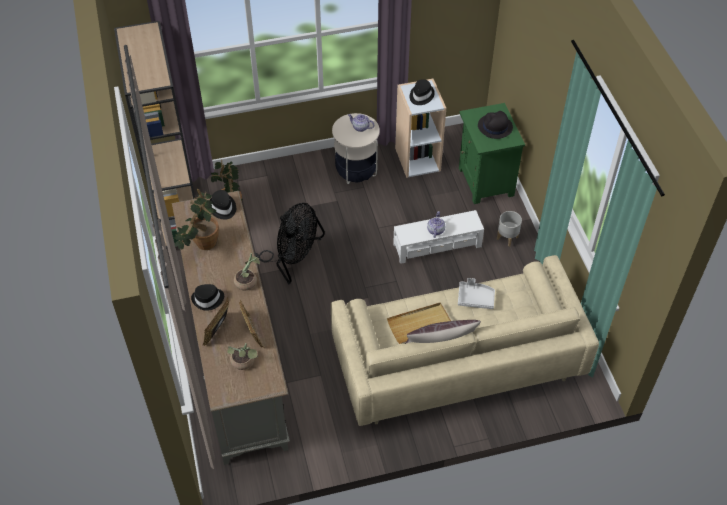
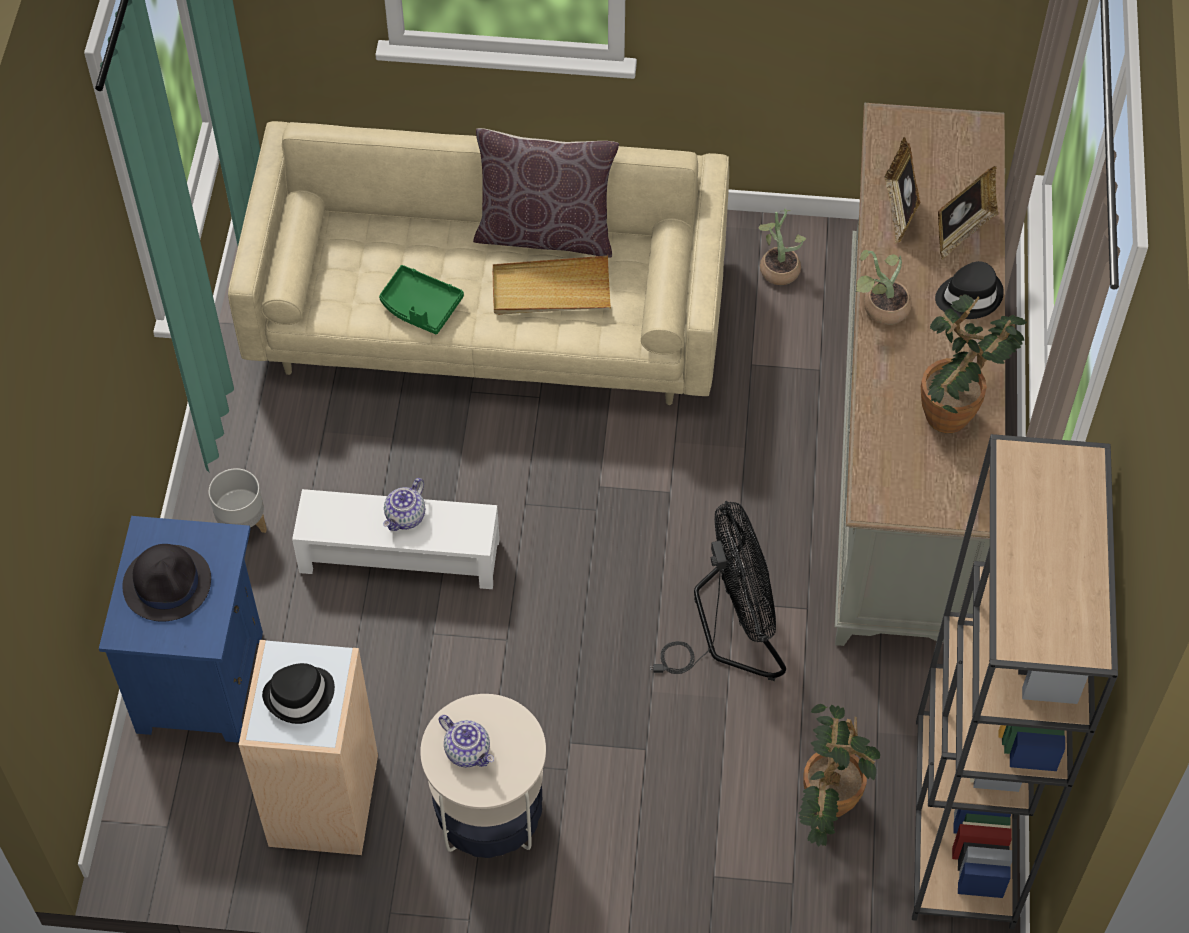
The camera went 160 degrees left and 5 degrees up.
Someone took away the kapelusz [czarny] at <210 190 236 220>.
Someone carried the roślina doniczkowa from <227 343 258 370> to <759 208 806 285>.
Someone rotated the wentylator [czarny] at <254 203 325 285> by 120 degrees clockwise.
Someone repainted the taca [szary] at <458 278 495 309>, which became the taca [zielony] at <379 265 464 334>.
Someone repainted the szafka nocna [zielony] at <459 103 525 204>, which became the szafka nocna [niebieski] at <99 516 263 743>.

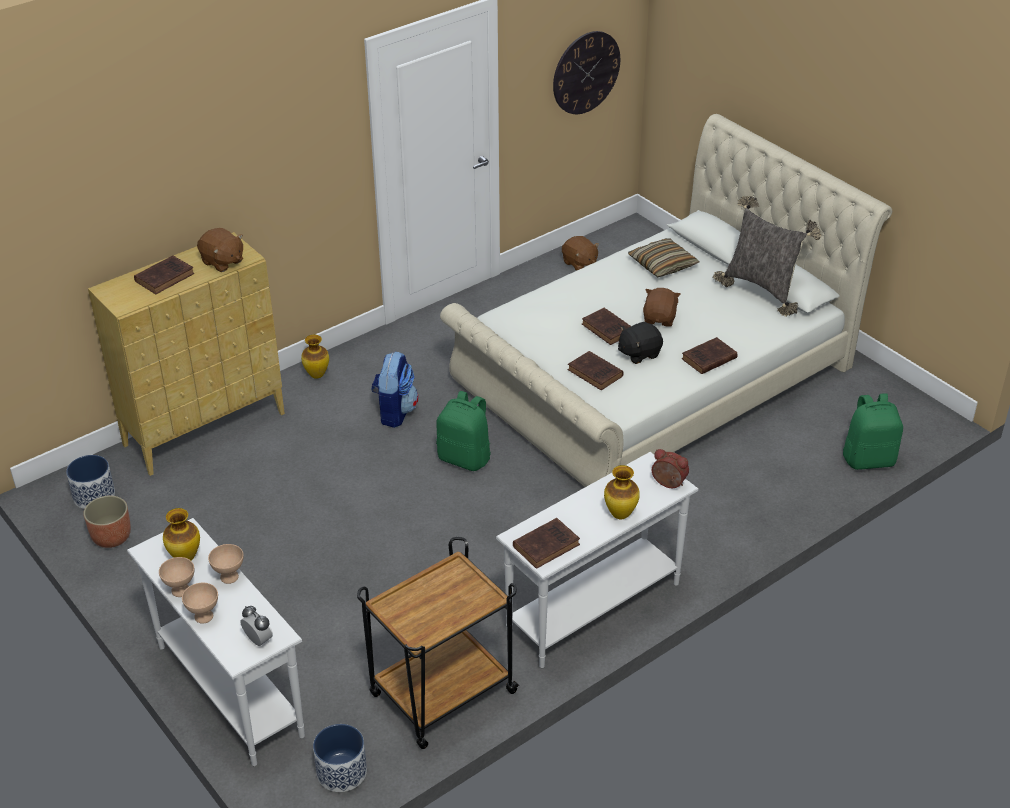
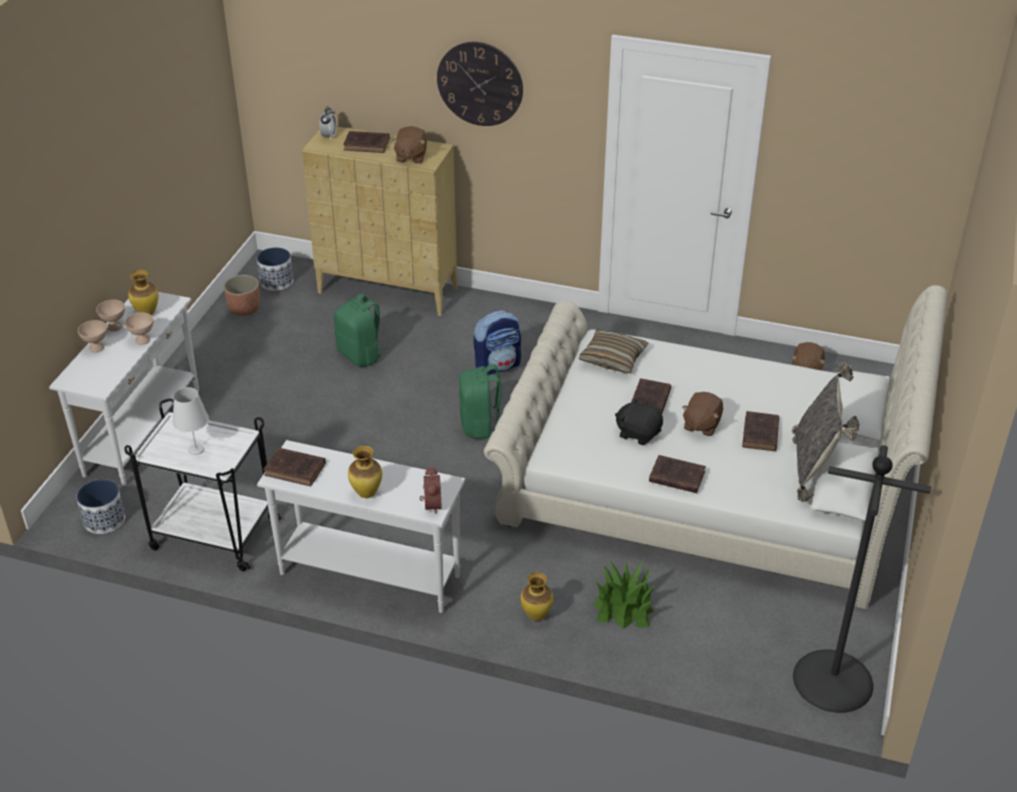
The camera went 55 degrees right and 0 degrees up.
Someone carried the budzik from <241 606 273 646> to <319 106 337 140>.
Someone carried the wazon from <301 335 329 379> to <521 572 553 621>.
Someone repainted the wózek [brązowy] at <357 537 520 749>, which became the wózek [biały] at <124 399 281 571>.
Someone carried the zegar ścienny from <553 31 620 114> to <437 42 523 126>.
Someone carried the książka [brązowy] from <568 351 624 390> to <742 411 779 451>.
Someone carried the poduszka from <628 238 700 277> to <579 329 649 373>.
Someone rotated the pluszak [brązowy] at <643 288 681 327> by 135 degrees clockwise.
Someone carried the plecak [zielony] from <843 393 903 470> to <334 293 388 367>.
Someone put down the lampa stołowa [biały] at <173 387 209 455>.
Someone put down the roślina doniczkowa at <593 560 657 629>.
Someone put down the wieszak [czarny] at <793 445 931 713>.

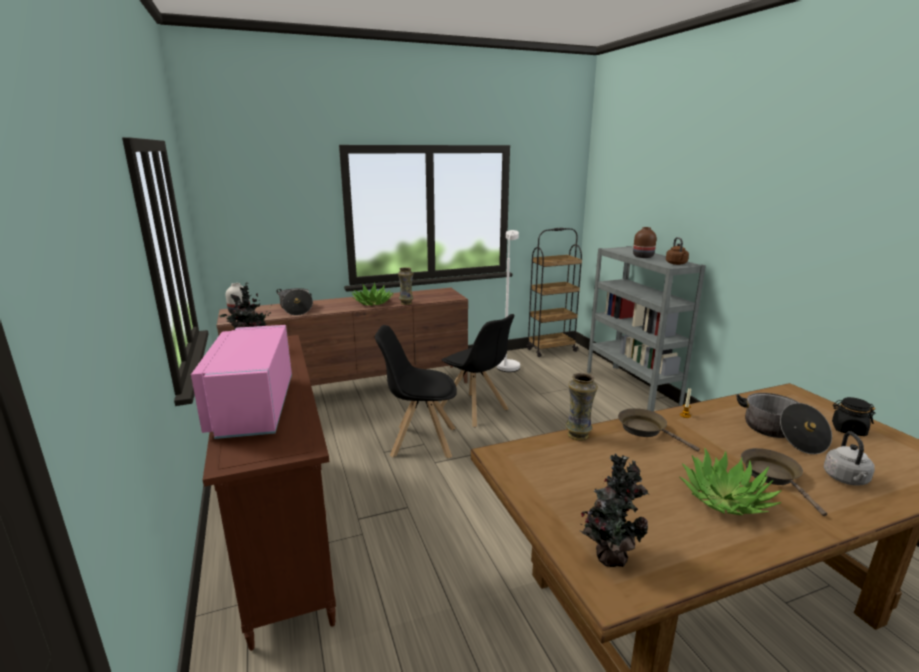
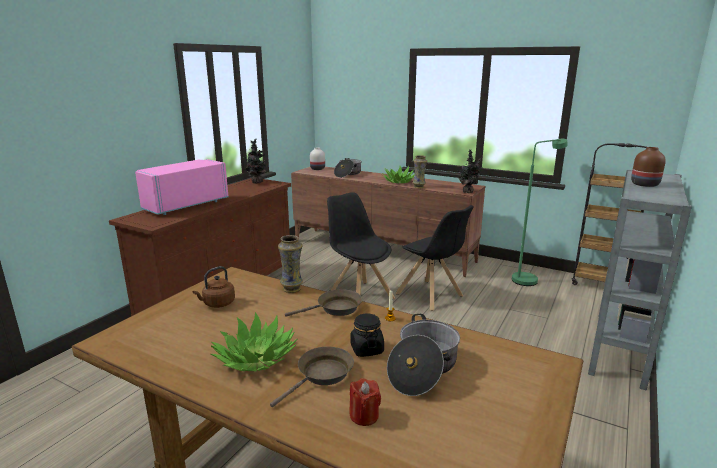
The camera went 50 degrees right and 0 degrees up.
Someone rotated the krzesło [czarny] at <437 314 514 427> by 45 degrees counterclockwise.
Someone repainted the lampa stojąca [biały] at <496 230 520 372>, which became the lampa stojąca [zielony] at <512 139 568 286>.
Someone carried the roślina doniczkowa from <580 453 648 567> to <457 149 482 193>.
Someone rotated the patelnia [brązowy] at <618 408 700 451> by 60 degrees clockwise.
Someone carried the czajnik [brązowy] from <666 237 689 265> to <192 266 235 308>.
Someone swapped the czajnik [szary] at <824 431 875 486> for the świeca [czerwony] at <349 378 381 426>.
Someone carried the słoik [czarny] from <832 397 875 436> to <350 313 384 357>.

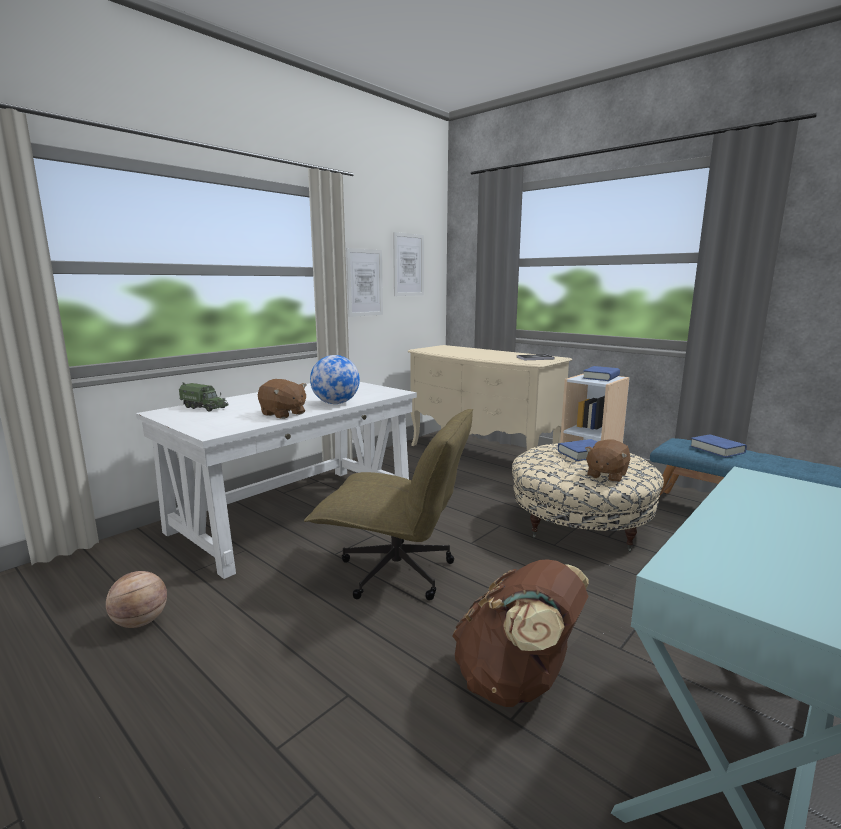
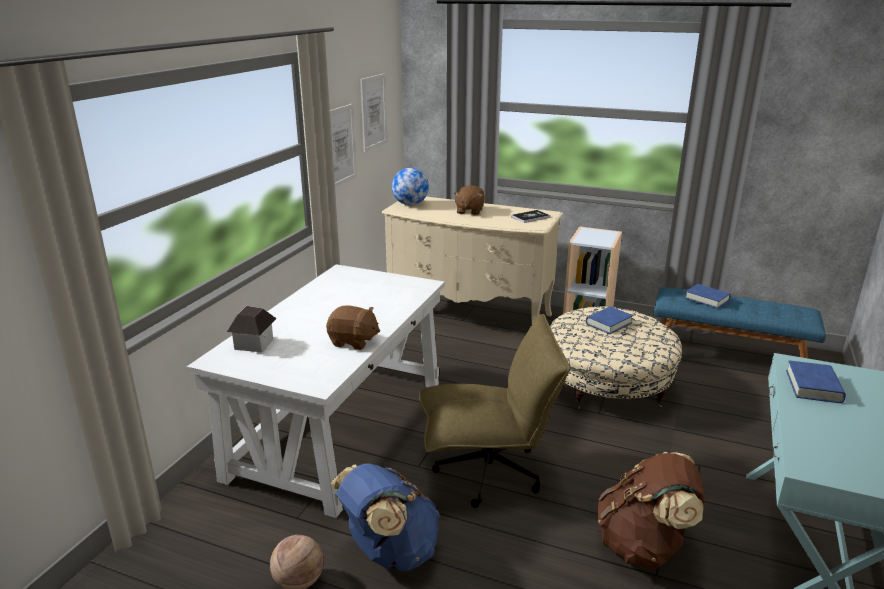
The camera went 20 degrees left and 10 degrees up.
Someone swapped the ciężarówka zabawkowa at <179 382 228 412> for the domek at <227 306 277 352>.
Someone carried the globus from <310 355 360 404> to <392 168 429 206>.
Someone carried the książka [niebieski] from <583 366 620 381> to <786 360 846 403>.
Someone carried the pluszak [brązowy] from <585 439 630 483> to <454 185 485 215>.
Someone put down the plecak [niebieski] at <330 463 440 571>.

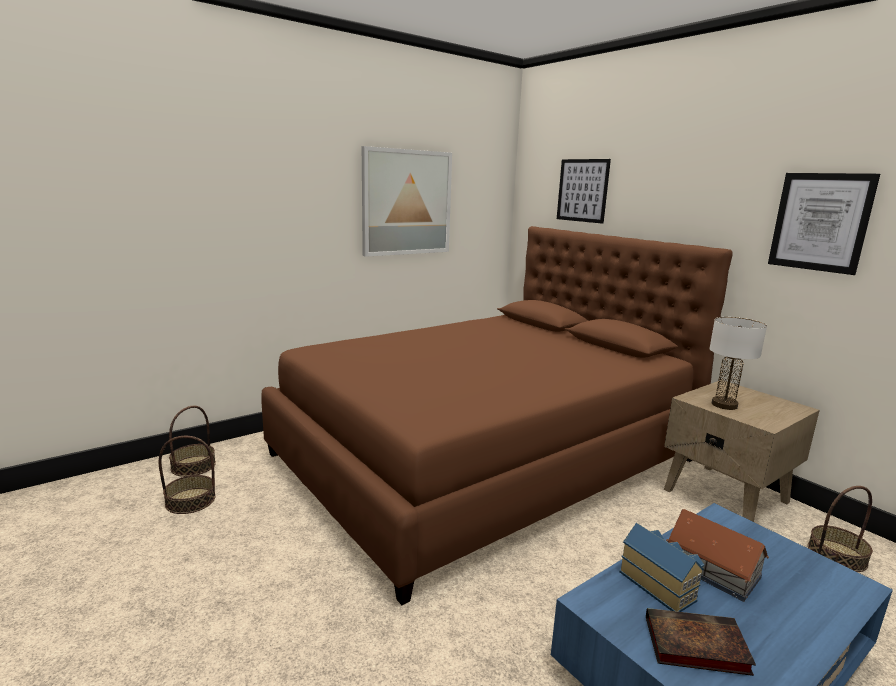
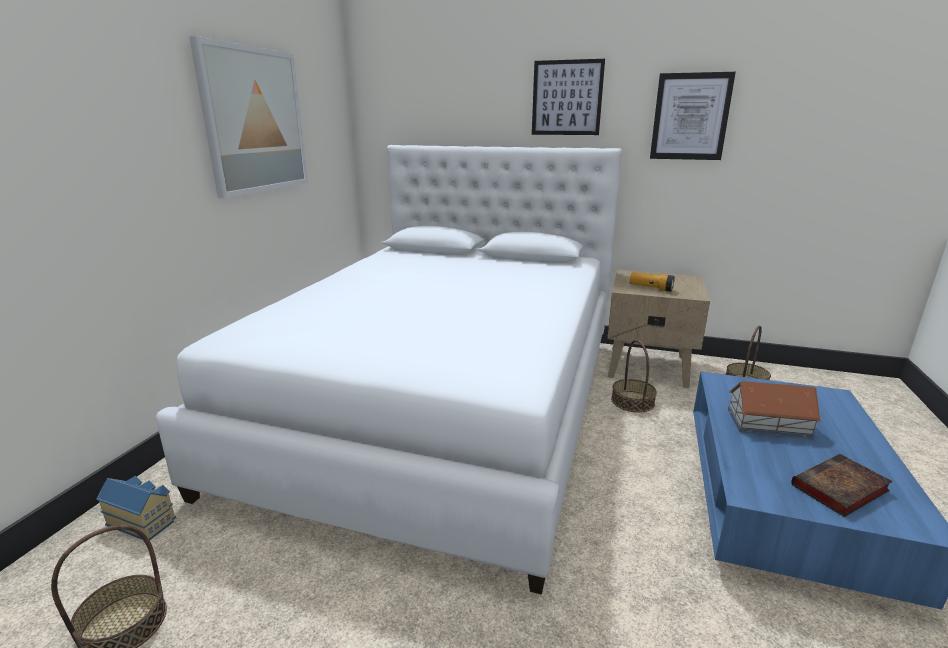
The camera went 35 degrees left and 5 degrees up.
Someone carried the koszyk from <169 406 216 477> to <611 340 657 413>.
Someone repainted the łóżko [brązowy] at <261 226 733 605>, which became the łóżko [biały] at <156 145 622 595>.
Someone carried the obraz from <557 159 611 224> to <532 59 605 135>.
Someone carried the domek from <619 523 704 612> to <96 476 176 540>.
Someone swapped the lampa stołowa at <710 317 767 410> for the latarka at <630 272 675 292>.

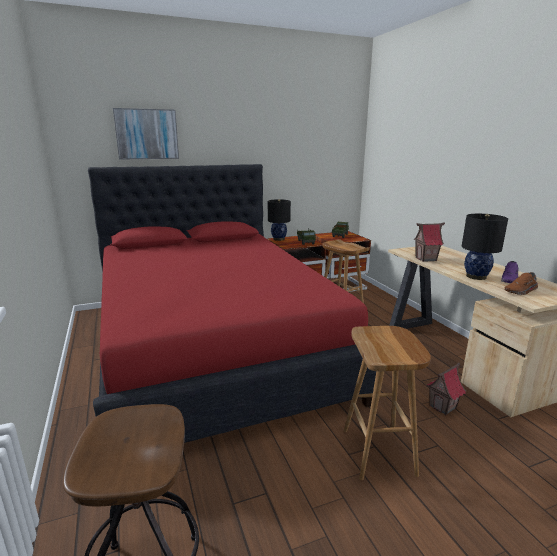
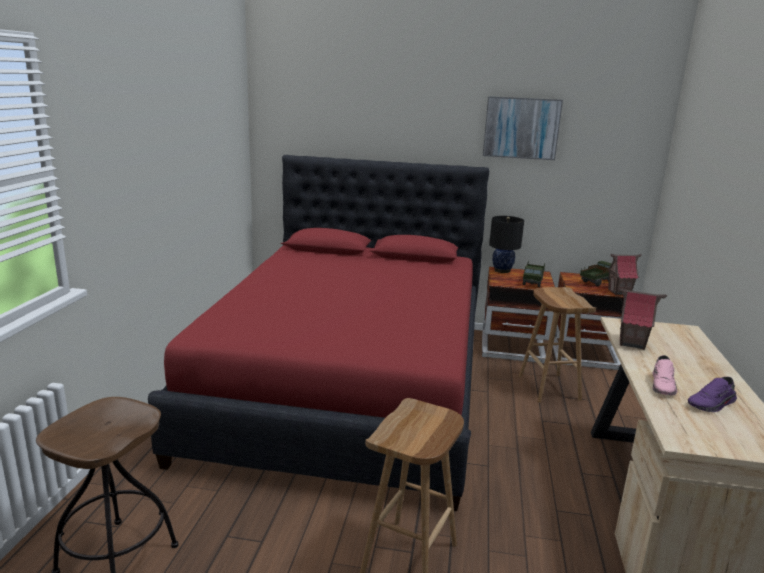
The camera went 30 degrees right and 0 degrees up.
Someone carried the obraz from <113 108 179 160> to <483 96 563 160>.
Someone carried the domek from <426 363 466 415> to <607 254 642 295>.
Someone swapped the lampa stołowa [czarny] at <462 214 508 280> for the but [różowy] at <653 355 677 395>.
Someone took away the but [brązowy] at <505 272 538 295>.

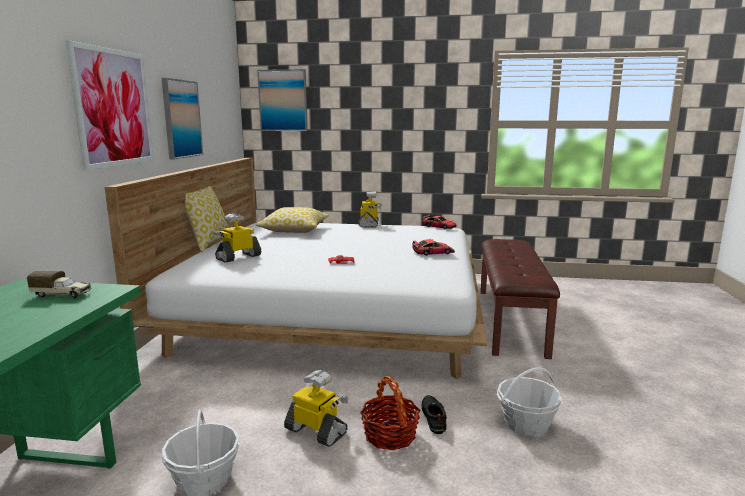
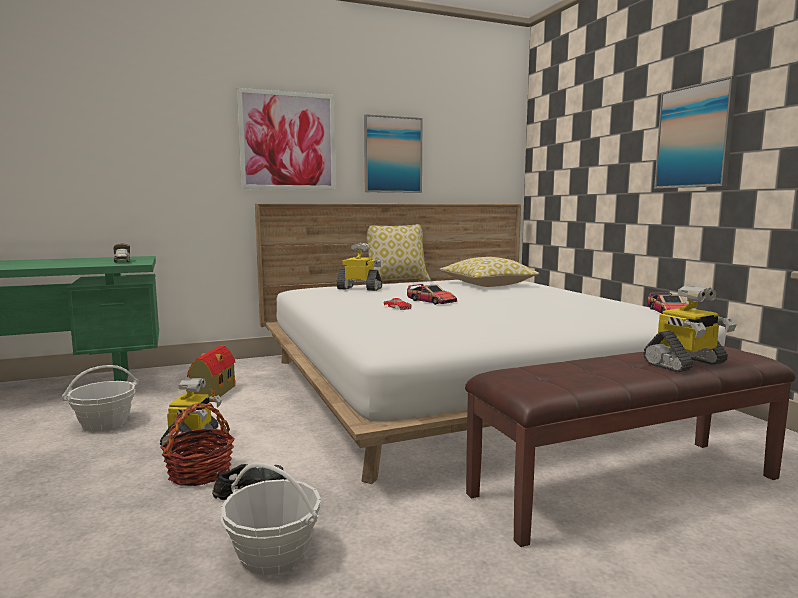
The camera went 60 degrees right and 5 degrees down.
Someone carried the obraz from <257 69 308 131> to <654 76 737 189>.
Someone carried the robot zabawkowy from <359 191 382 228> to <643 285 737 372>.
Someone carried the samochodzik from <412 239 455 256> to <407 284 457 305>.
Someone put down the domek at <187 345 236 402>.

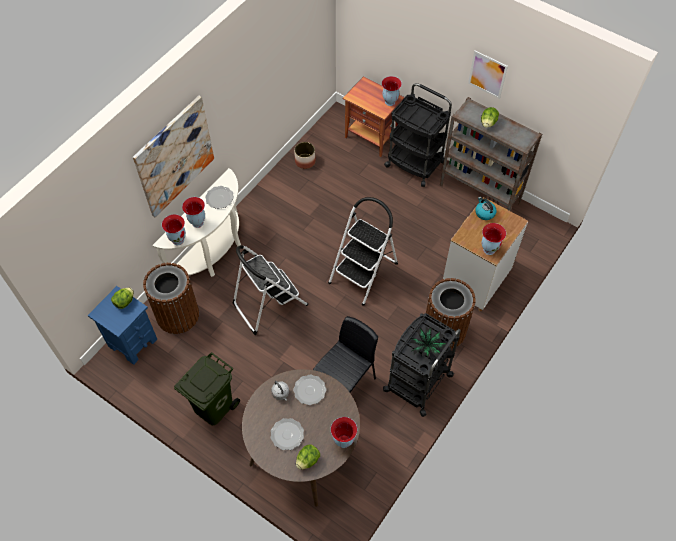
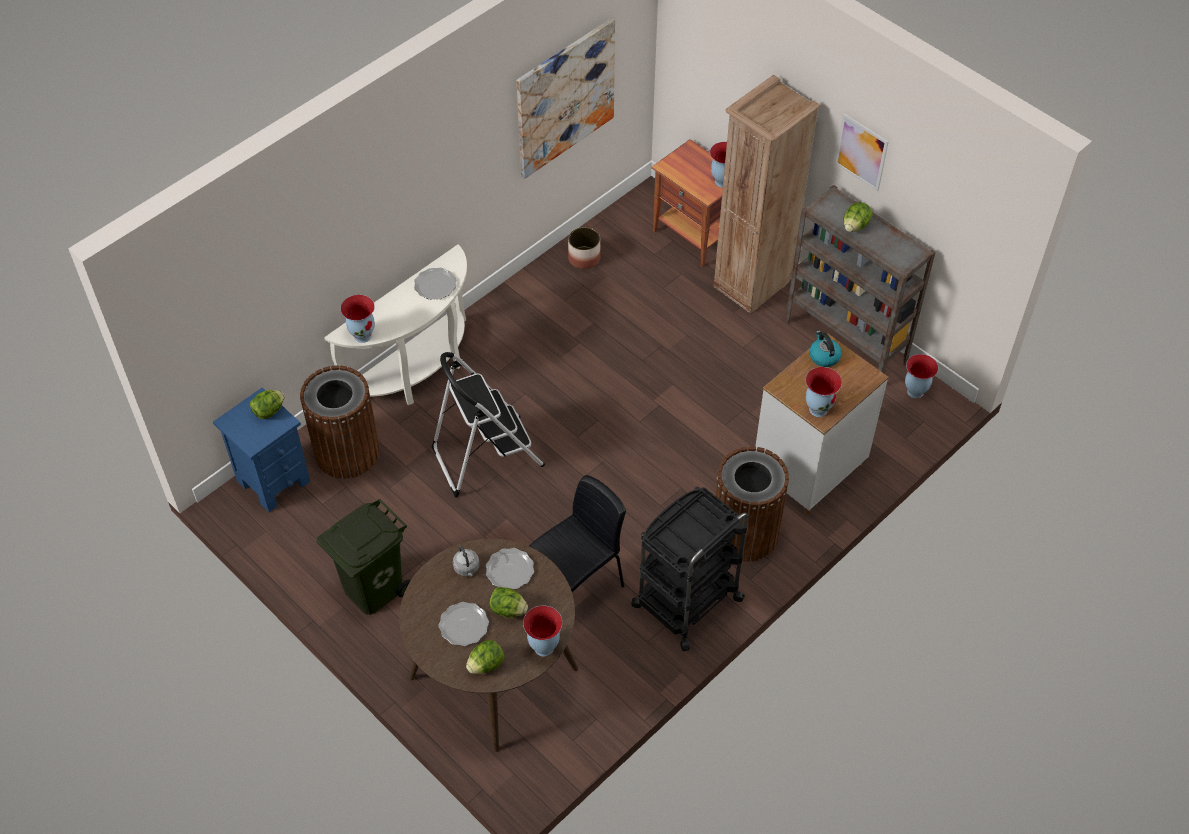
The camera went 10 degrees right and 5 degrees down.
Someone carried the obraz from <133 96 214 217> to <517 18 615 178>.
Someone carried the wazon from <182 197 205 228> to <905 354 938 399>.
Someone took away the drabinka at <328 197 398 306>.
Someone swapped the wózek [czarny] at <384 83 452 187> for the szafka [brązowy] at <714 75 821 313>.
Someone took away the roślina doniczkowa at <409 327 447 358>.
Someone put down the sałata at <489 587 528 617>.

